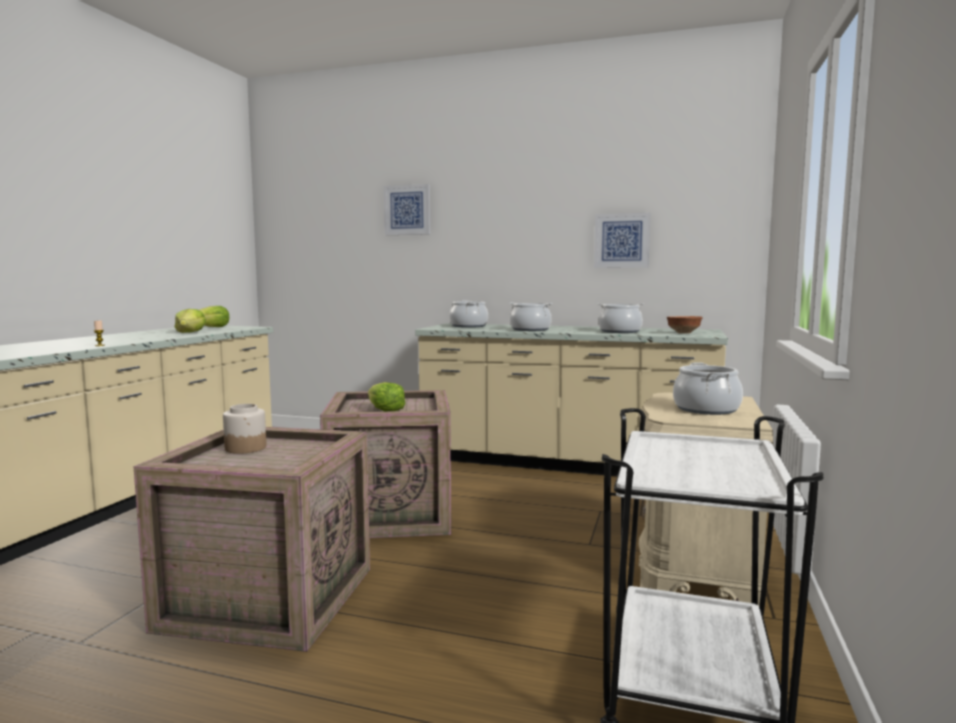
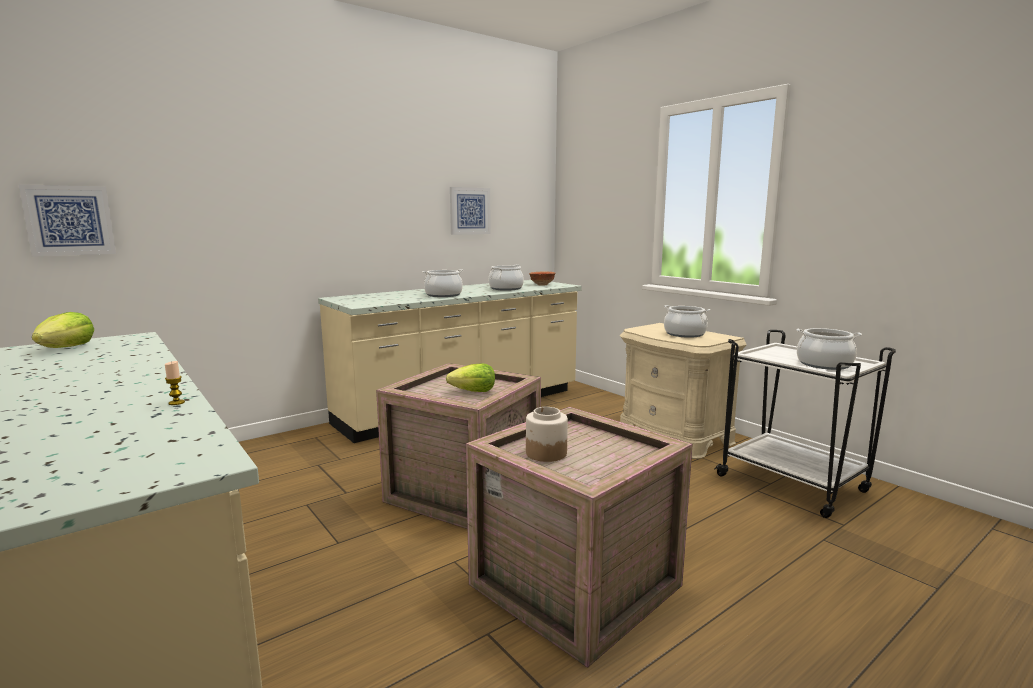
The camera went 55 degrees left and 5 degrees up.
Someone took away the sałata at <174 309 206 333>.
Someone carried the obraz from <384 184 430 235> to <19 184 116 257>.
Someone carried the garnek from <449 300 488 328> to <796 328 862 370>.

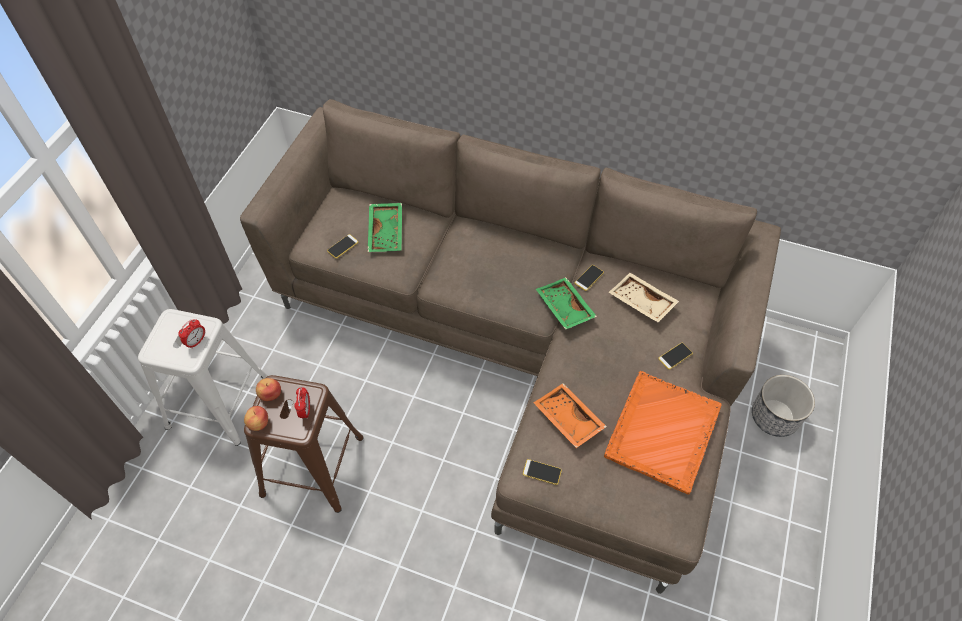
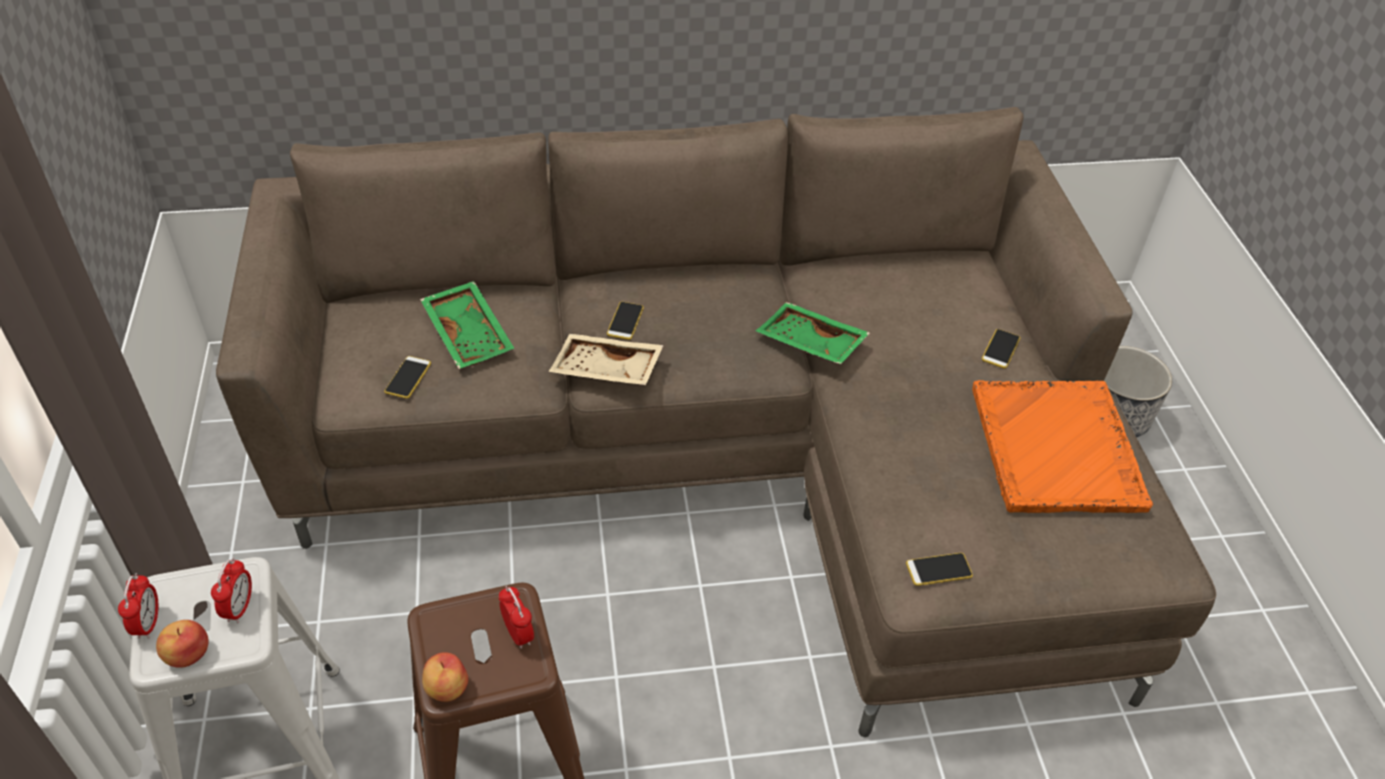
The camera went 30 degrees left and 10 degrees down.
Someone carried the jabłko from <256 378 281 401> to <156 620 209 668>.
Someone took away the taca [pomarańczowy] at <533 383 607 448>.
Someone carried the telefon from <575 265 604 291> to <607 302 644 340>.
Someone carried the taca [beżowy] from <609 273 679 322> to <549 334 664 385>.
Someone put down the budzik at <118 573 158 639>.

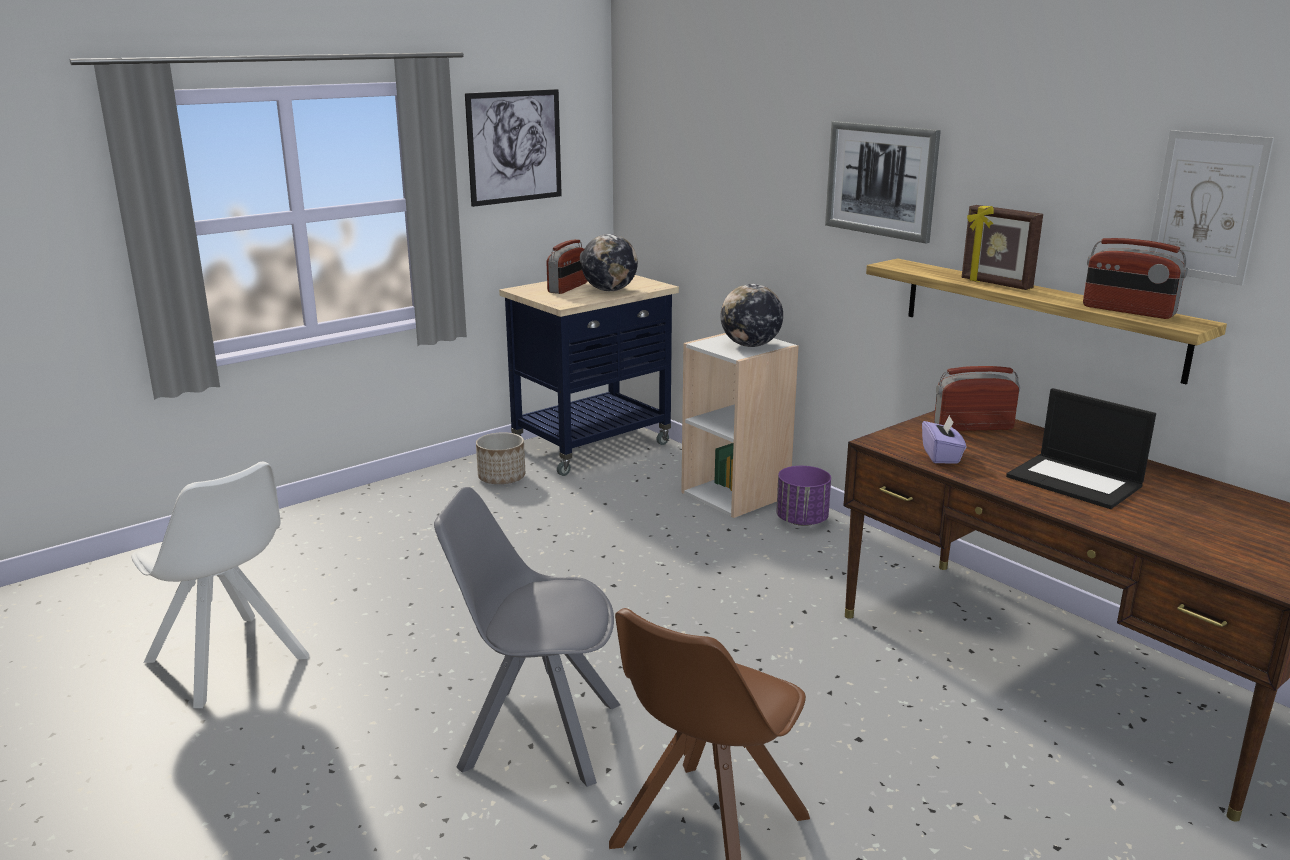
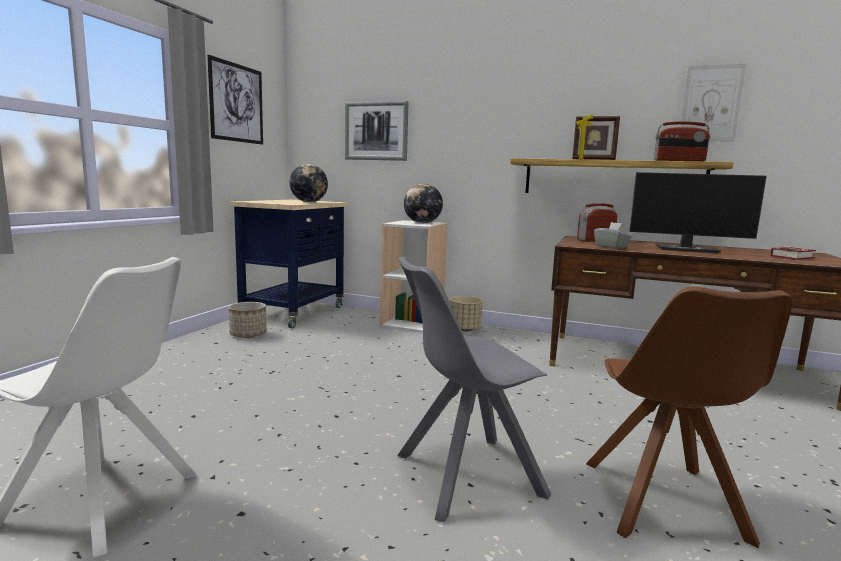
The camera went 30 degrees left and 10 degrees down.
Someone took away the radio at <546 239 587 294>.
Someone repainted the donica [fioletowy] at <776 466 831 526>, which became the donica [beżowy] at <450 296 483 331>.
Someone carried the obraz from <825 121 941 243> to <345 101 409 161>.
Someone repainted the pudełko chusteczek [fioletowy] at <922 414 966 463>, which became the pudełko chusteczek [szary] at <594 222 631 249>.
Someone swapped the laptop at <1006 388 1156 509> for the monitor at <629 172 767 253>.
Someone put down the książka at <770 247 816 260>.

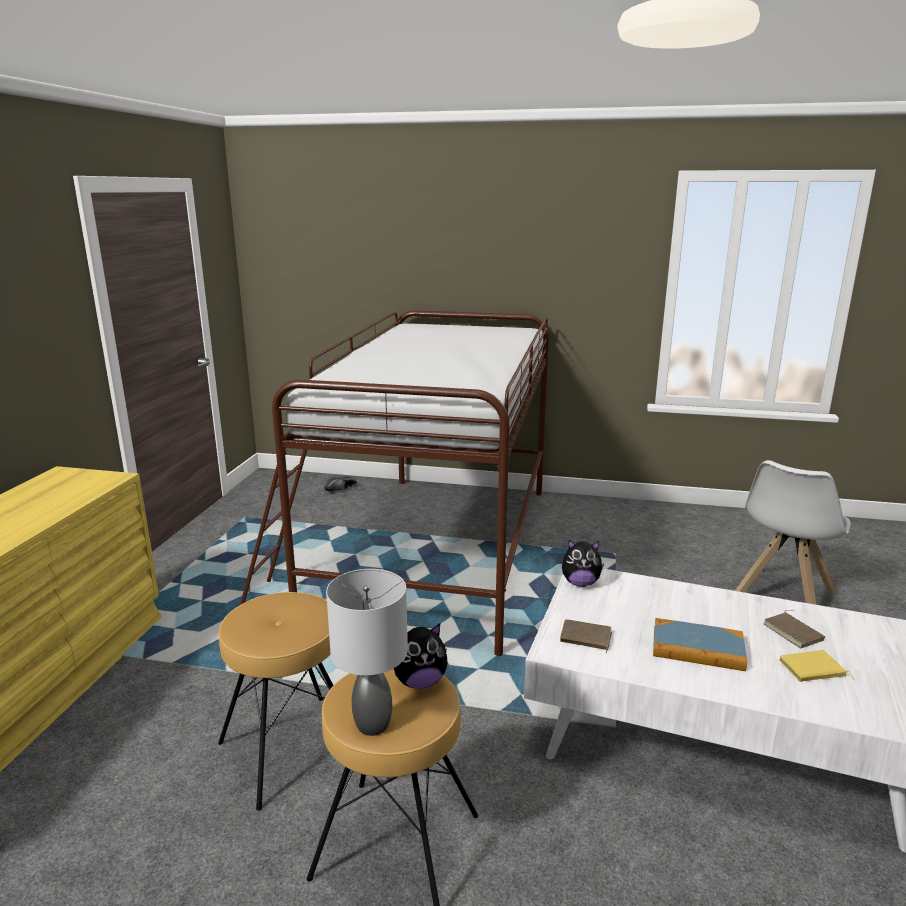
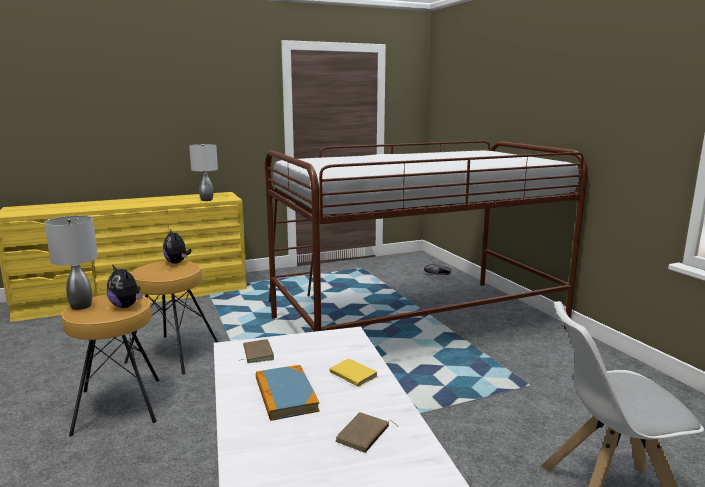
The camera went 55 degrees right and 5 degrees down.
Someone carried the pluszak from <562 540 604 587> to <163 229 192 264>.
Someone carried the książka [żółty] from <779 650 854 682> to <329 359 378 387>.
Someone put down the lampa stołowa [szary] at <189 144 218 201>.

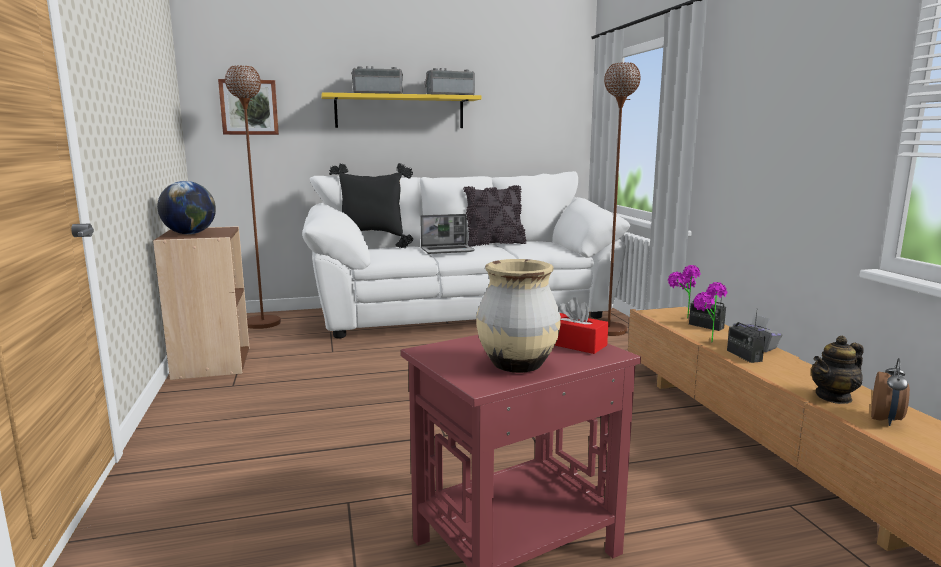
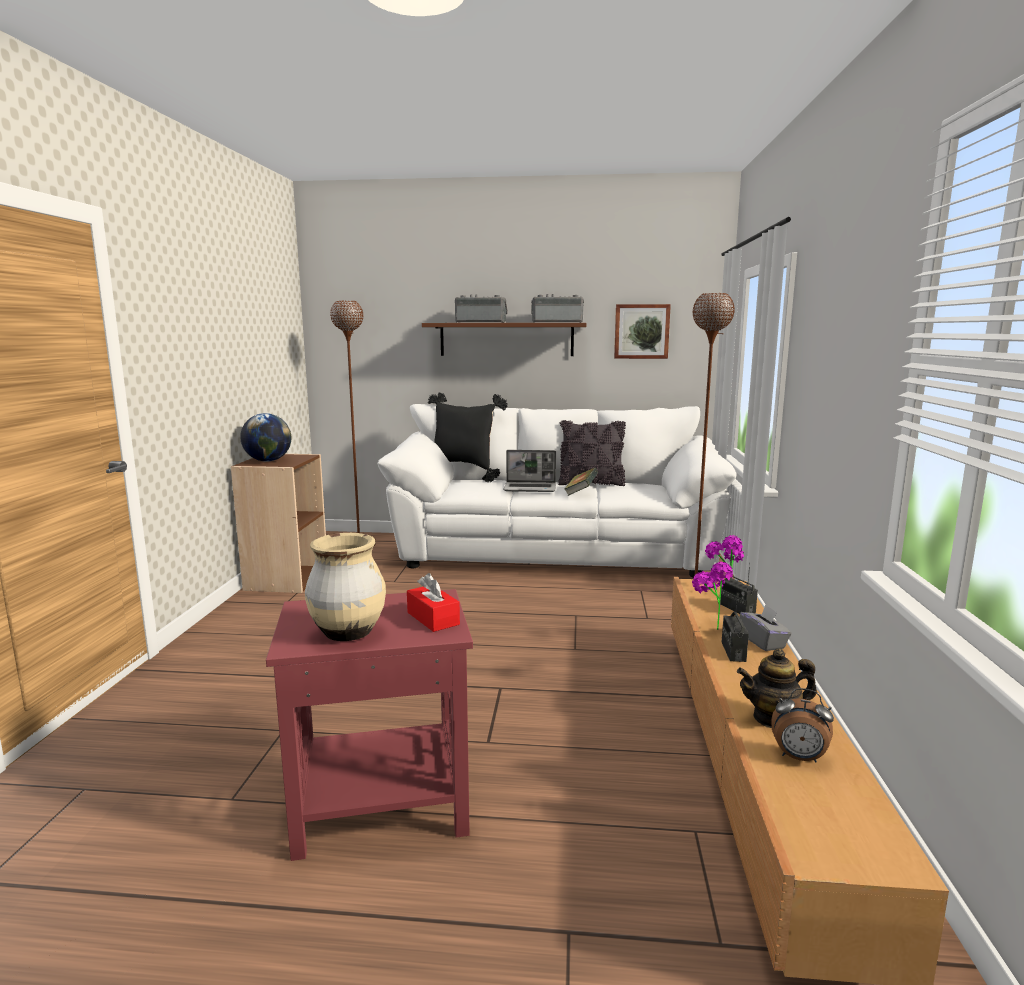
The camera went 20 degrees right and 0 degrees up.
Someone carried the obraz from <218 79 279 135> to <614 304 671 359>.
Someone repainted the półka [żółty] at <321 92 481 128>, which became the półka [brązowy] at <422 323 587 356>.
Someone rotated the budzik at <871 358 910 426> by 60 degrees clockwise.
Someone put down the książka at <565 468 599 496>.

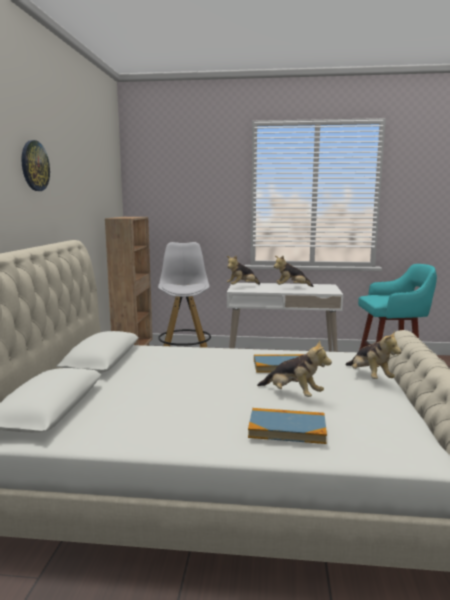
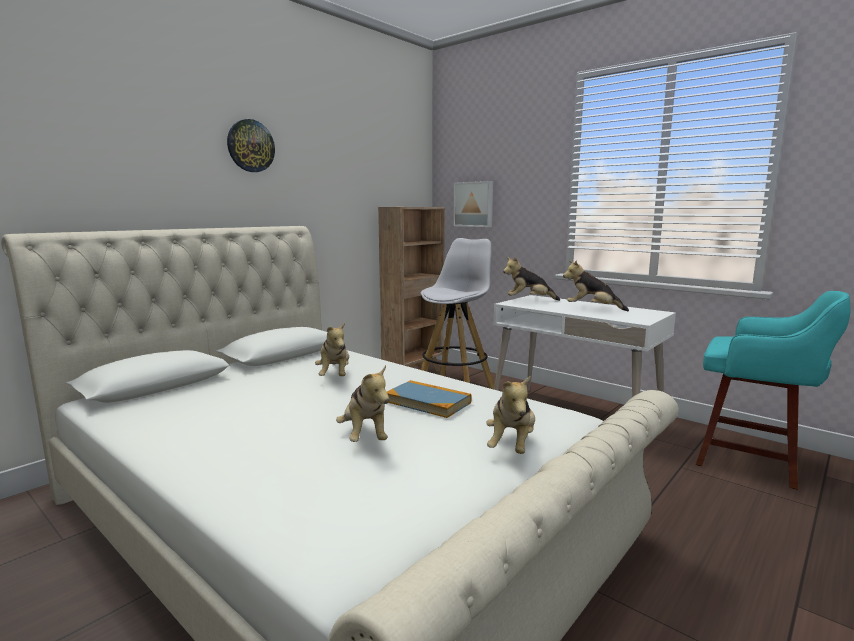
The camera went 35 degrees right and 0 degrees up.
Someone took away the książka at <248 408 327 444>.
Someone put down the pluszak at <315 322 349 376>.
Someone put up the obraz at <453 181 493 227>.

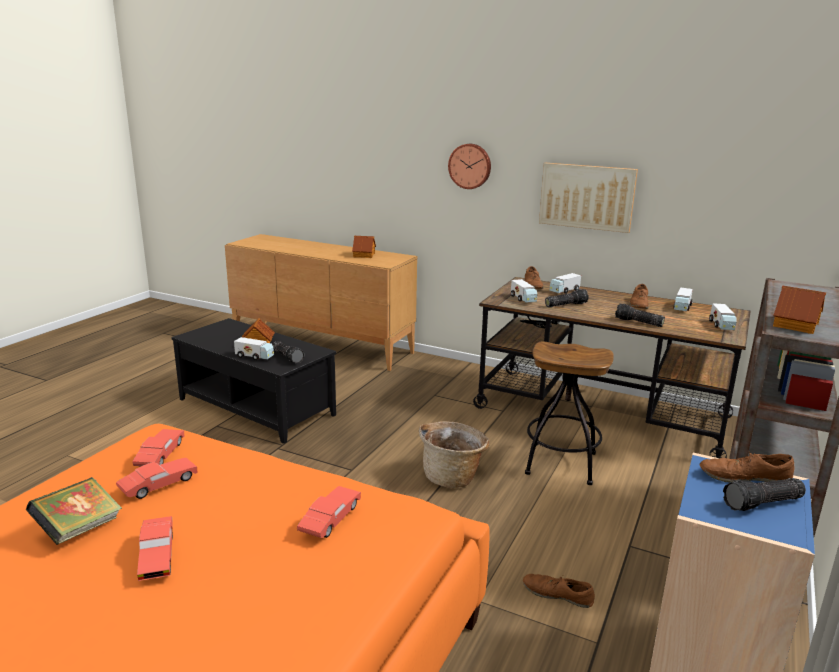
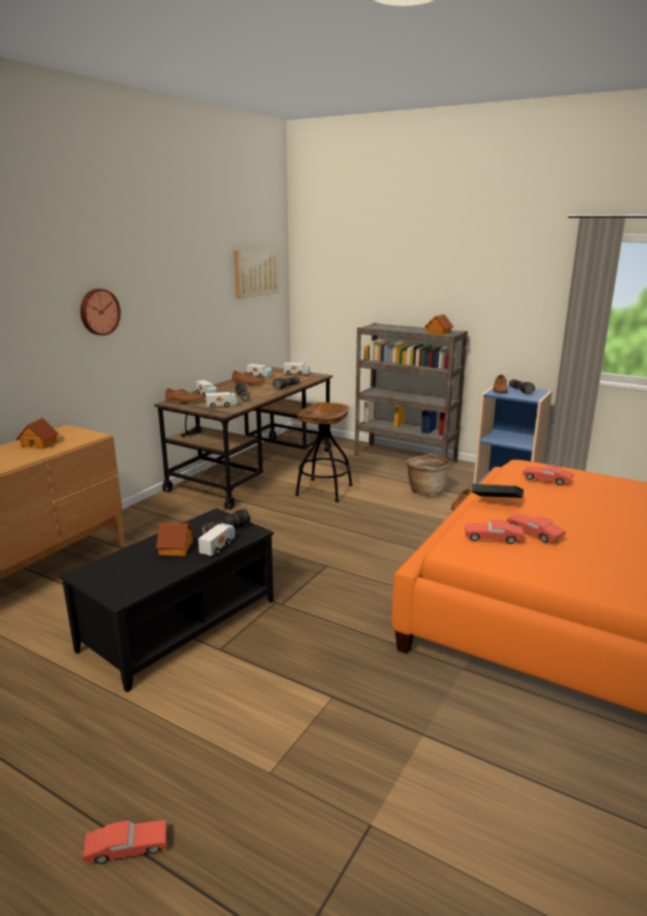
The camera went 85 degrees left and 0 degrees up.
Someone carried the książka from <26 477 122 545> to <472 484 524 498>.
Someone carried the samochodzik [czerwony] from <137 516 173 581> to <82 820 167 864>.
Someone carried the koszyk from <419 421 489 488> to <407 454 450 495>.
Someone carried the obraz from <539 163 638 233> to <234 248 279 299>.

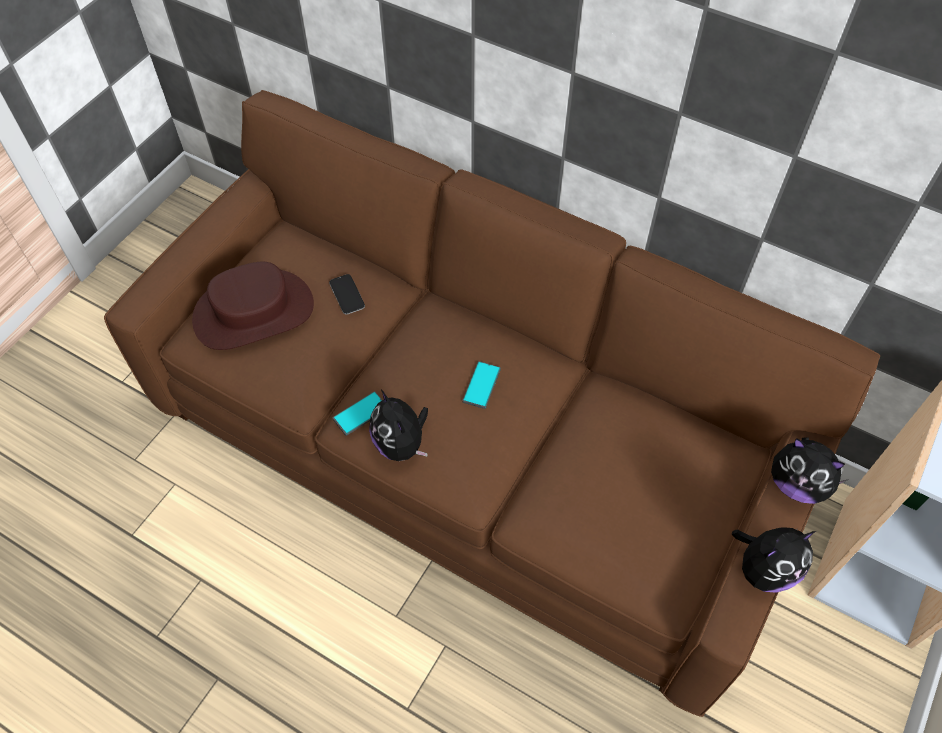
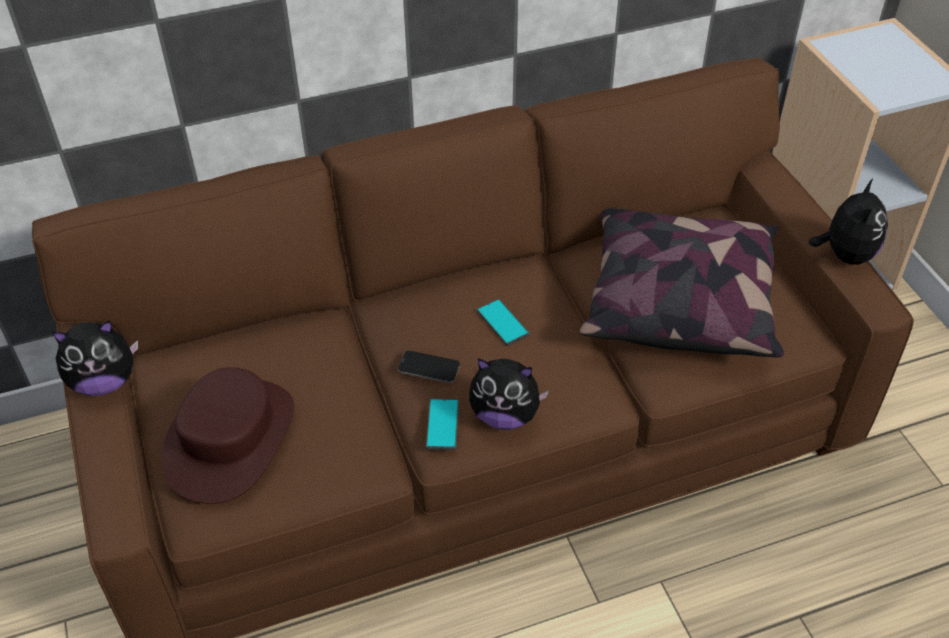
The camera went 50 degrees left and 10 degrees down.
Someone carried the telefon from <329 274 365 315> to <398 351 460 383>.
Someone carried the pluszak from <771 437 849 504> to <52 321 138 396>.
Someone put down the poduszka at <579 208 784 358>.

